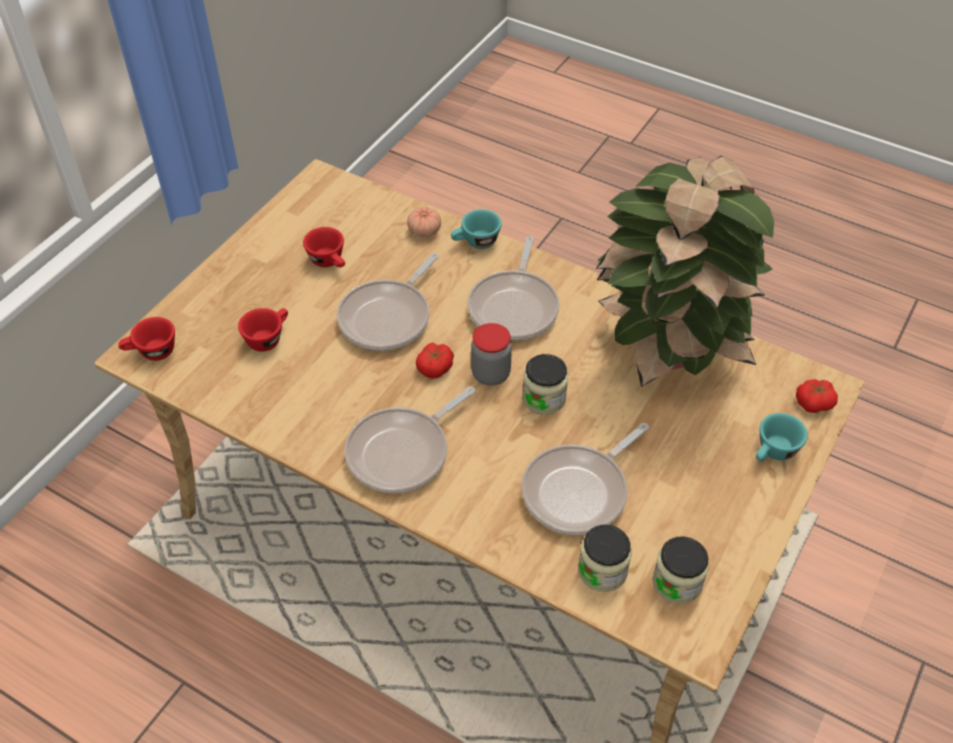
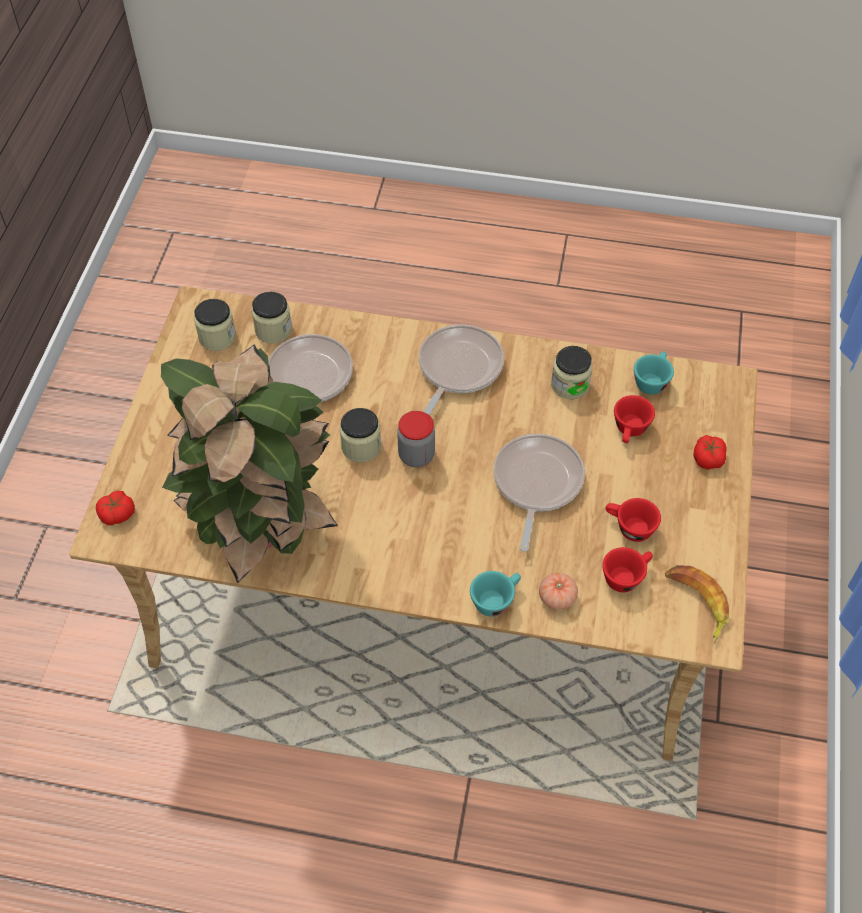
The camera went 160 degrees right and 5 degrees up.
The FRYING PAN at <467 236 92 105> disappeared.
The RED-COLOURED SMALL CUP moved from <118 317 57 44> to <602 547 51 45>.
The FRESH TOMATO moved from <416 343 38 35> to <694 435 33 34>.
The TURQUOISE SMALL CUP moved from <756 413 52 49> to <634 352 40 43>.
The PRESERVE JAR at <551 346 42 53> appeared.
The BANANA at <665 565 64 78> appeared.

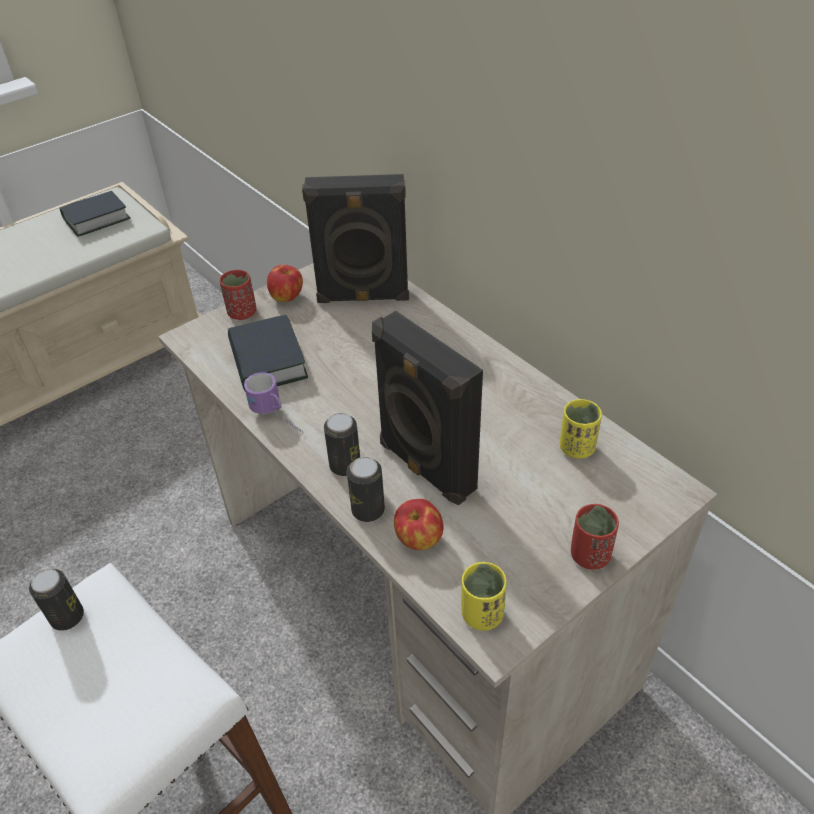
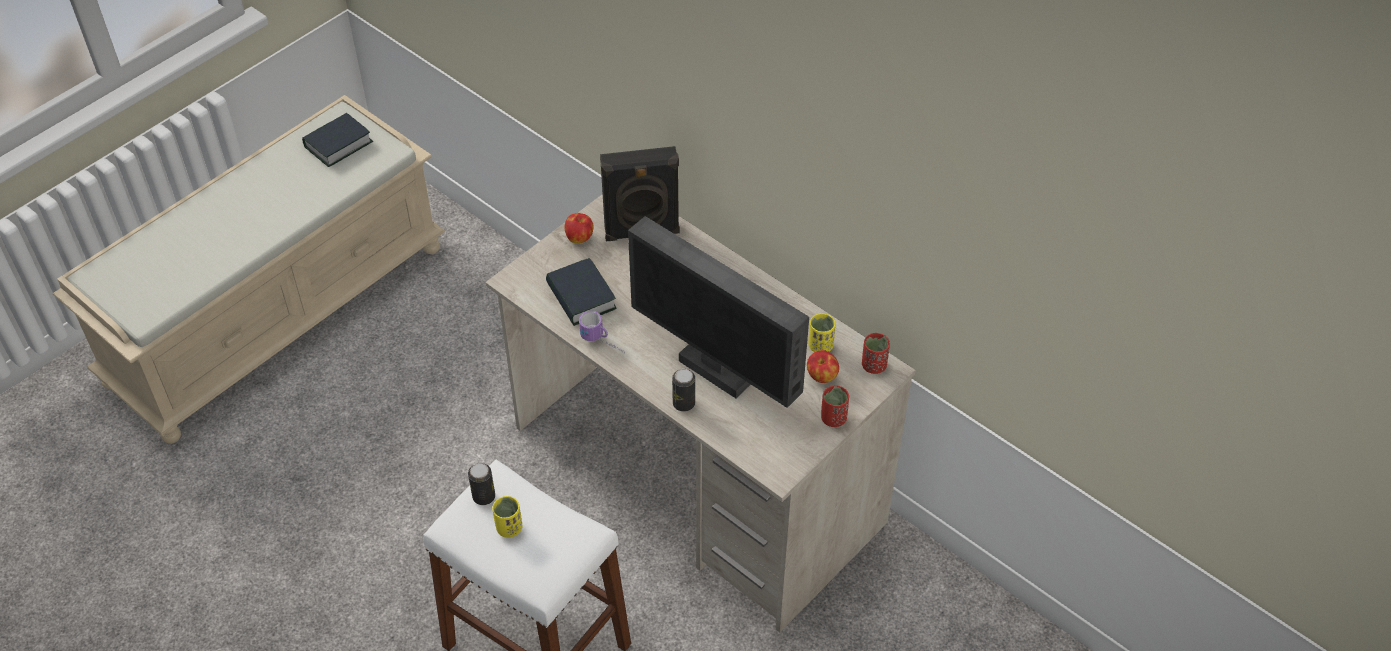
The camera went 10 degrees left and 5 degrees up.
The RED-COLOURED SMALL CUP moved from <219 270 37 50> to <862 333 28 41>.
The BLACKISH SPEAKER at <372 311 111 195> was replaced by the COMPUTER DISPLAY at <628 216 181 192>.
The SEALED CAN at <324 413 36 63> disappeared.
The APPLE moved from <394 499 50 51> to <807 350 32 33>.
The YELLOW-COLOURED SMALL CUP moved from <461 562 46 69> to <492 496 30 42>.

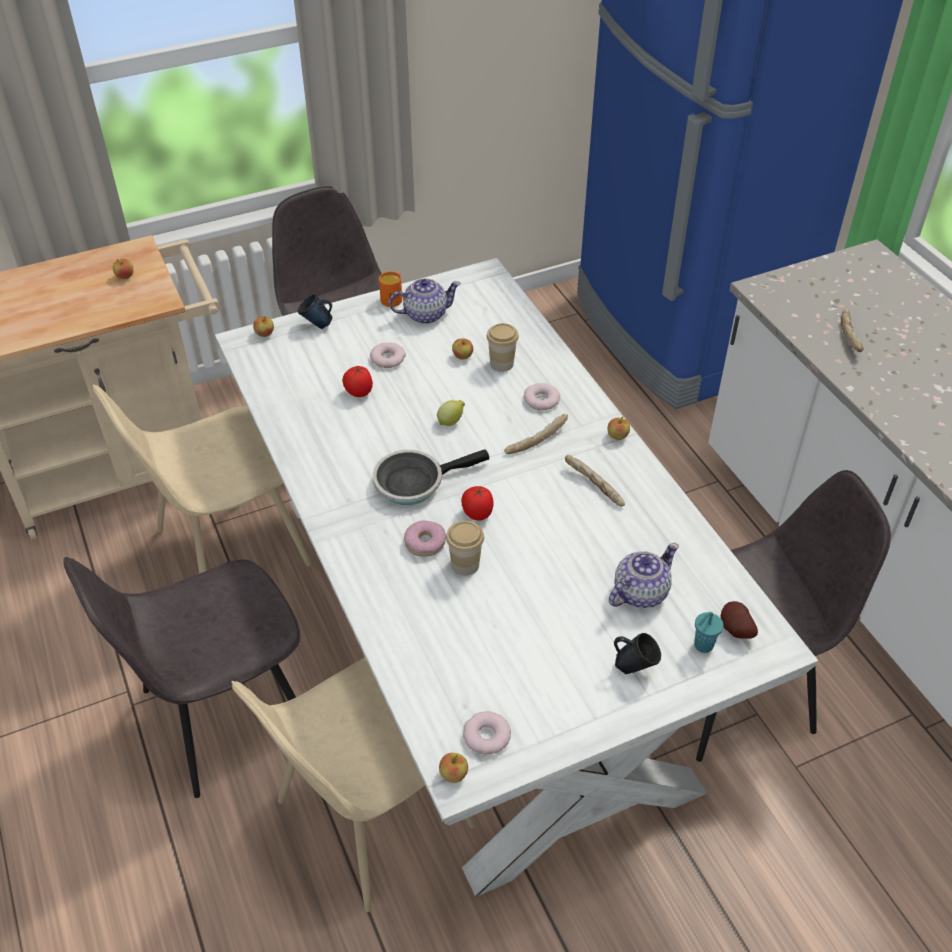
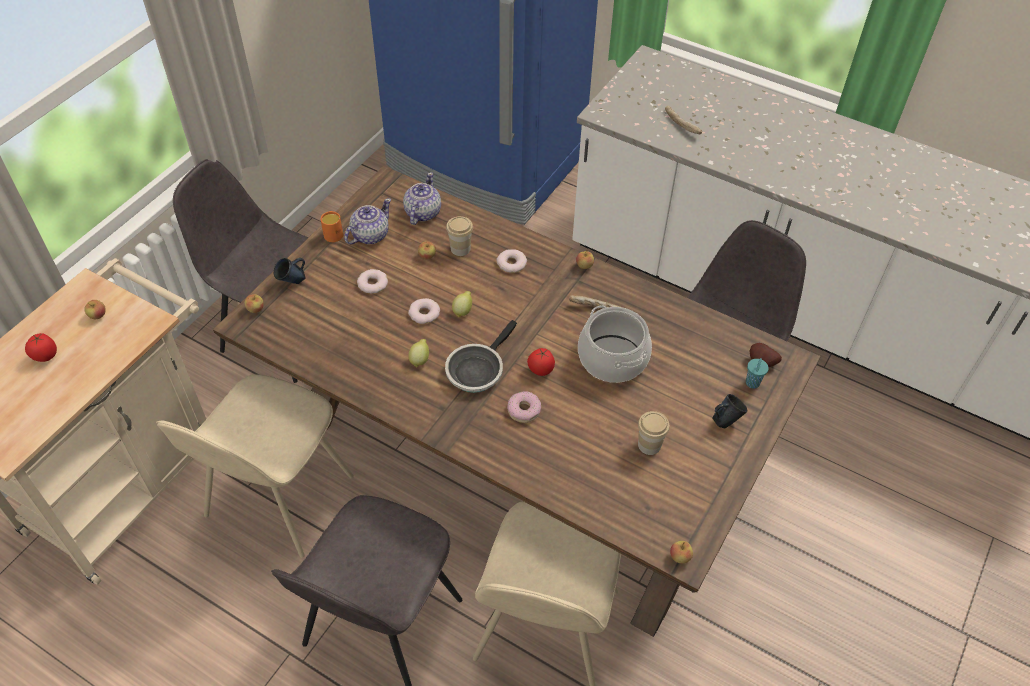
The camera went 35 degrees left and 5 degrees up.
The WHITE DINNER TABLE at <215 258 603 639> became the BROWN DINNER TABLE at <213 166 608 471>.
The FRESH TOMATO moved from <342 366 31 31> to <25 333 32 29>.
The BAKED BREAD at <504 414 64 40> disappeared.
The SMALL CUP moved from <446 521 38 55> to <638 411 32 44>.
The POT FOR TEA moved from <609 543 70 65> to <403 172 38 53>.
The RING DOUGHNUT moved from <463 711 48 43> to <408 298 32 26>.
The COOKING POT at <578 305 74 78> appeared.
The WHOLE LEMON at <408 339 21 29> appeared.

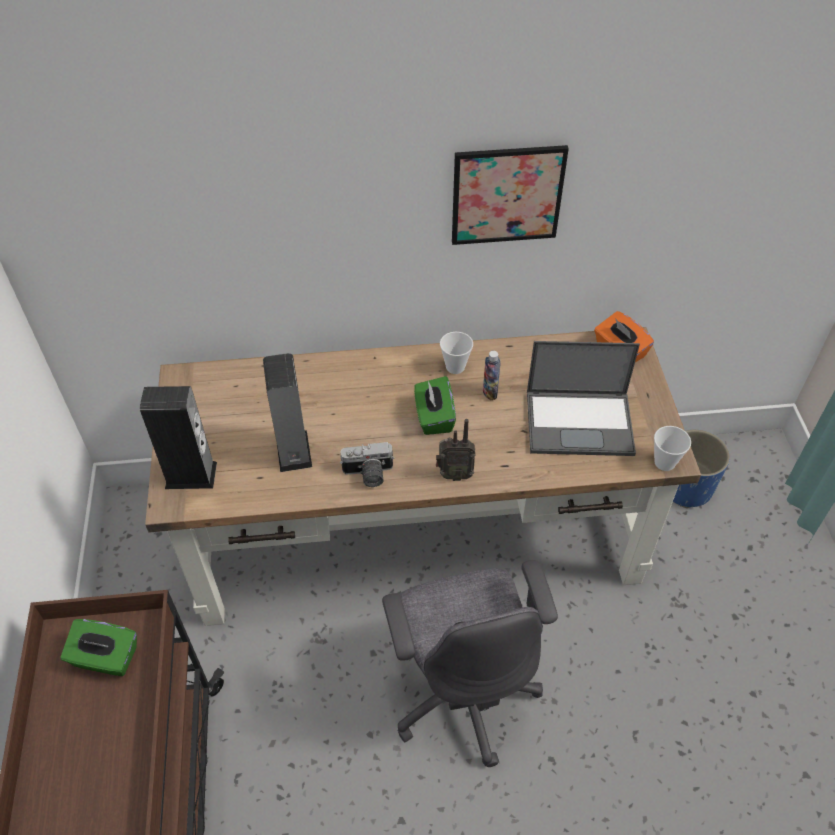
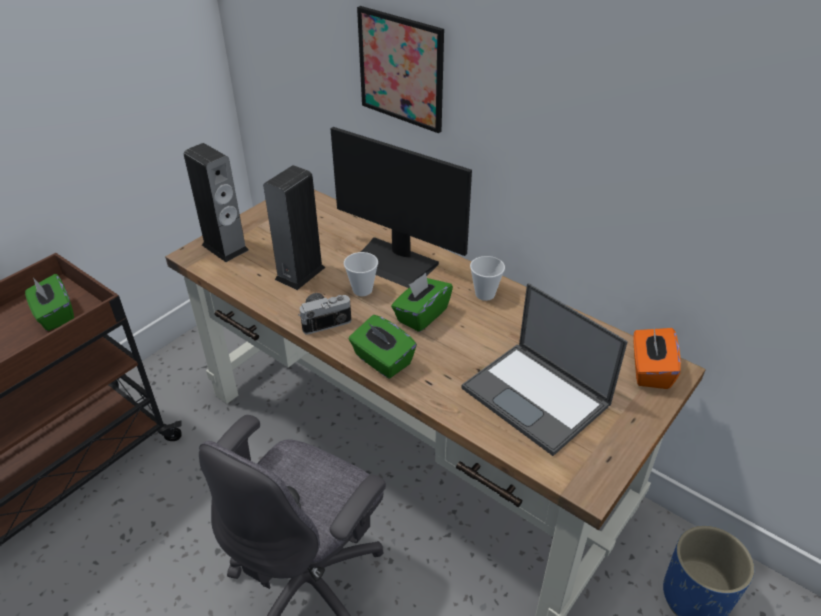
The camera went 45 degrees right and 10 degrees down.
The WALL ART moved from <452 145 117 100> to <357 6 87 127>.
The BEVERAGE BOTTLE at <483 351 17 49> disappeared.
The RADIO SET at <436 419 39 62> was replaced by the GREENISH BOX OF TISSUES at <349 315 68 63>.
The SMALL CUP moved from <654 426 37 45> to <344 252 34 44>.
The PHOTO CAMERA at <340 442 54 45> turned 120 degrees clockwise.
The COMPUTER DISPLAY at <331 127 141 161> appeared.

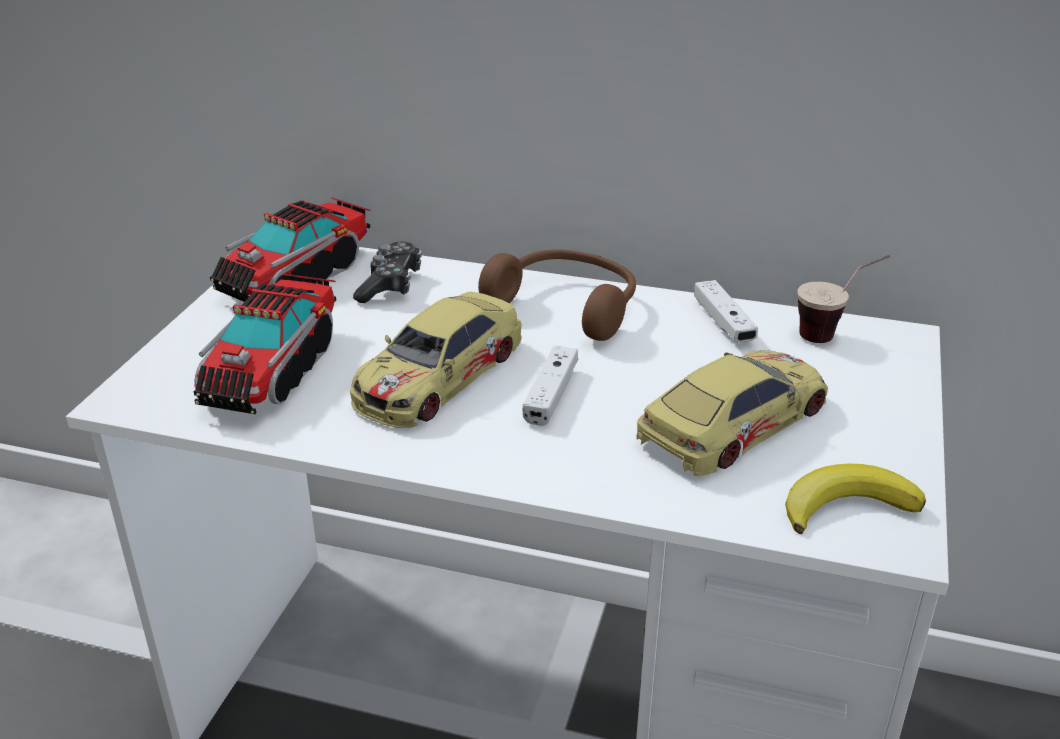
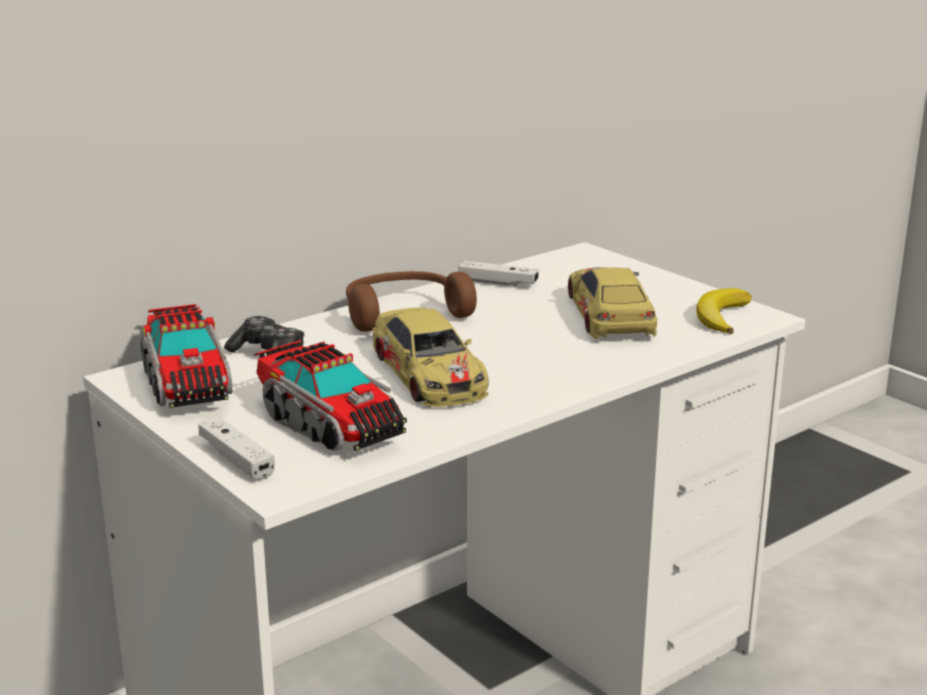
The camera went 55 degrees left and 10 degrees down.
The SMALL CUP at <797 255 93 88> disappeared.
The WHITE JOYPAD moved from <523 346 55 80> to <199 417 76 63>.

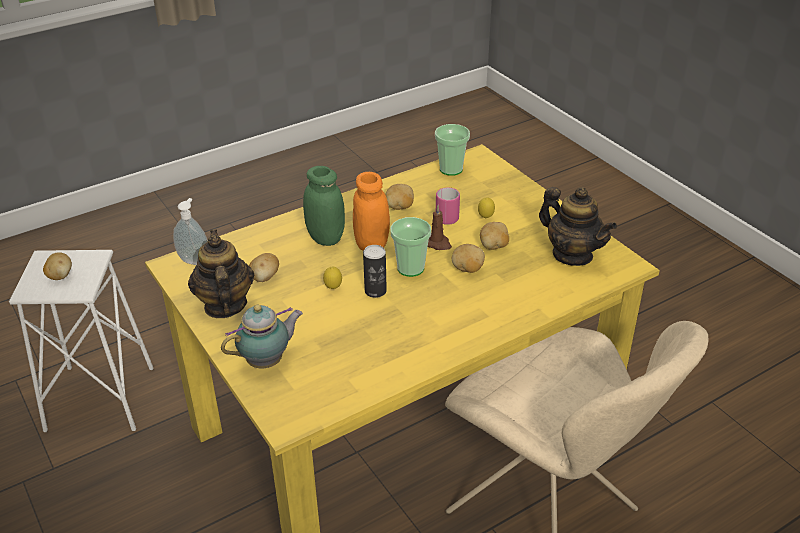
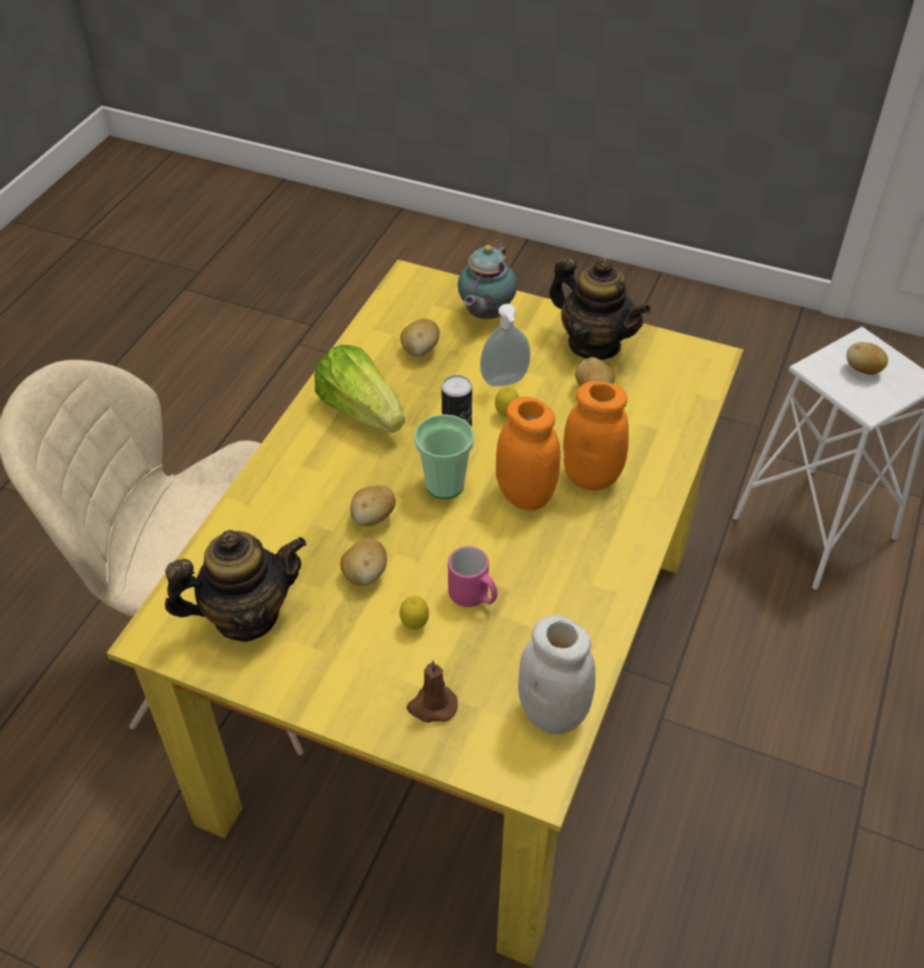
The camera went 145 degrees right and 10 degrees up.
The SMALL CUP at <435 124 35 52> was replaced by the WHITE PRESERVE JAR at <518 615 78 119>.
The GREENISH PRESERVE JAR at <303 166 42 80> became the ORANGEY PRESERVE JAR at <563 381 66 110>.
The WHOLE POTATO moved from <386 184 28 26> to <400 318 40 39>.
The POT FOR TEA at <539 187 78 79> turned 150 degrees clockwise.
The SOAP BOTTLE moved from <173 198 35 67> to <480 304 51 82>.
The BROWN CANDLE moved from <428 205 24 45> to <407 660 51 62>.
The HEAD OF LETTUCE at <314 345 91 88> appeared.

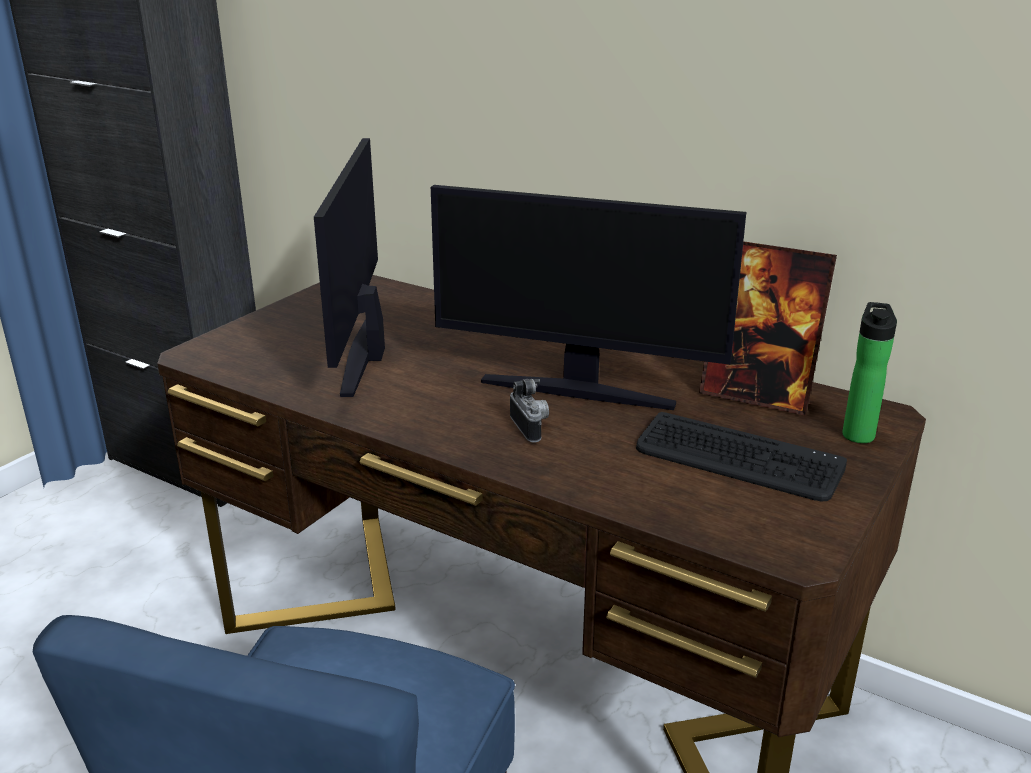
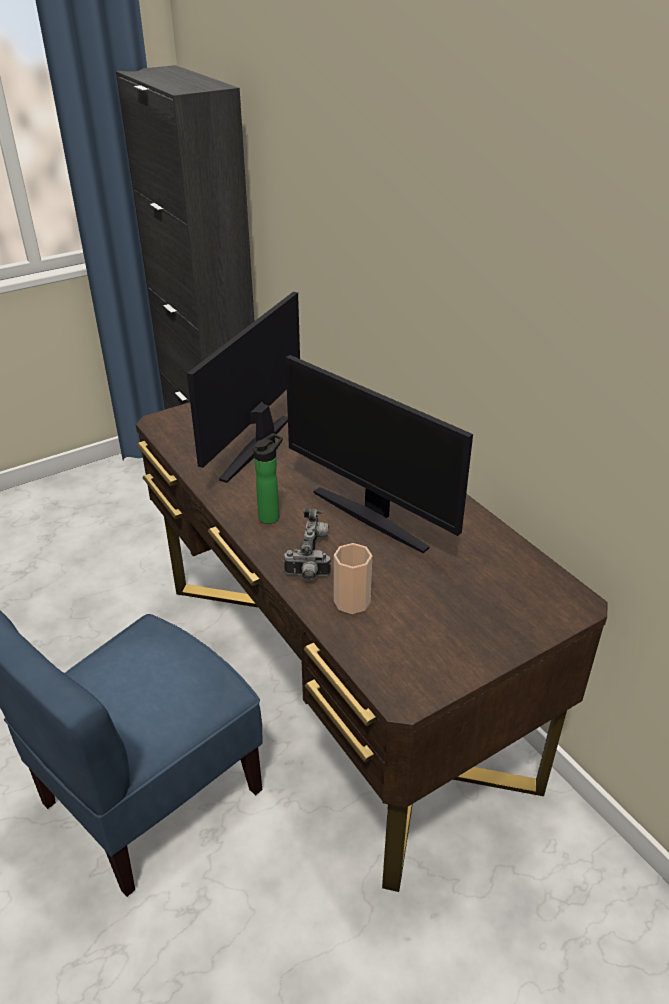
The camera went 25 degrees right and 10 degrees up.
The STANDING FRAME at <699 241 138 174> disappeared.
The BEVERAGE BOTTLE moved from <842 302 55 141> to <253 433 30 91>.
The COMPUTER KEYBOARD at <636 412 211 89> disappeared.
The PHOTO CAMERA at <283 539 48 42> appeared.
The SMALL CUP at <334 543 38 71> appeared.

